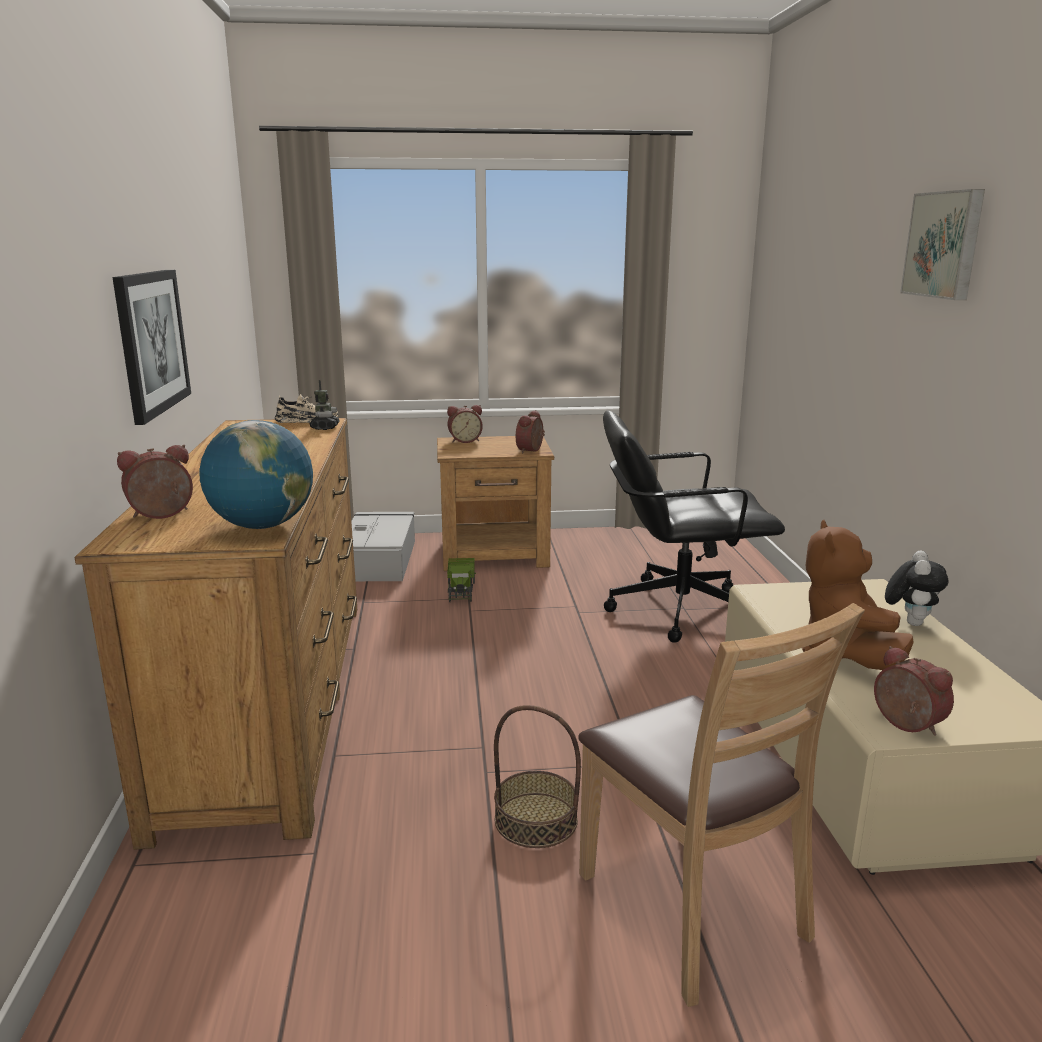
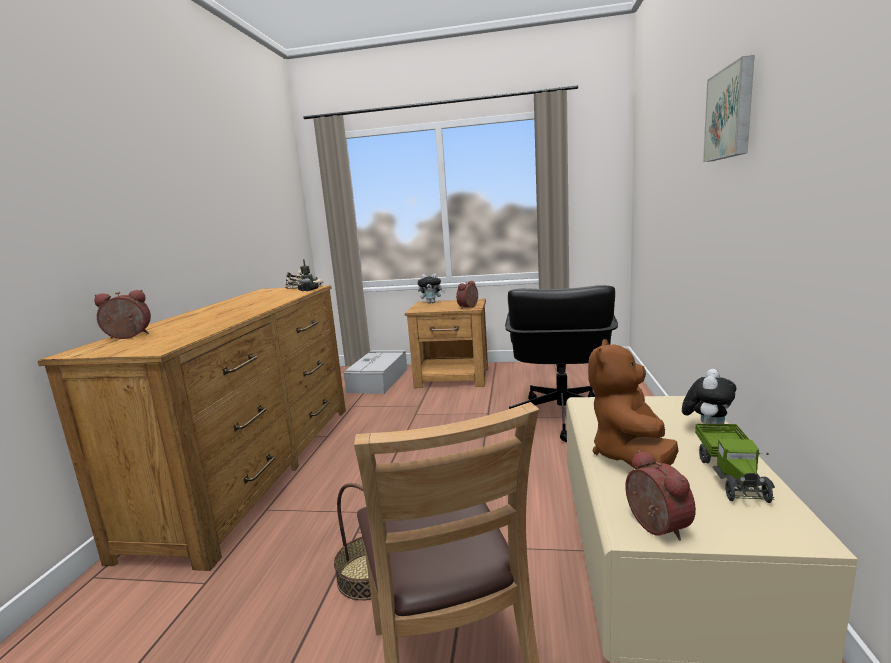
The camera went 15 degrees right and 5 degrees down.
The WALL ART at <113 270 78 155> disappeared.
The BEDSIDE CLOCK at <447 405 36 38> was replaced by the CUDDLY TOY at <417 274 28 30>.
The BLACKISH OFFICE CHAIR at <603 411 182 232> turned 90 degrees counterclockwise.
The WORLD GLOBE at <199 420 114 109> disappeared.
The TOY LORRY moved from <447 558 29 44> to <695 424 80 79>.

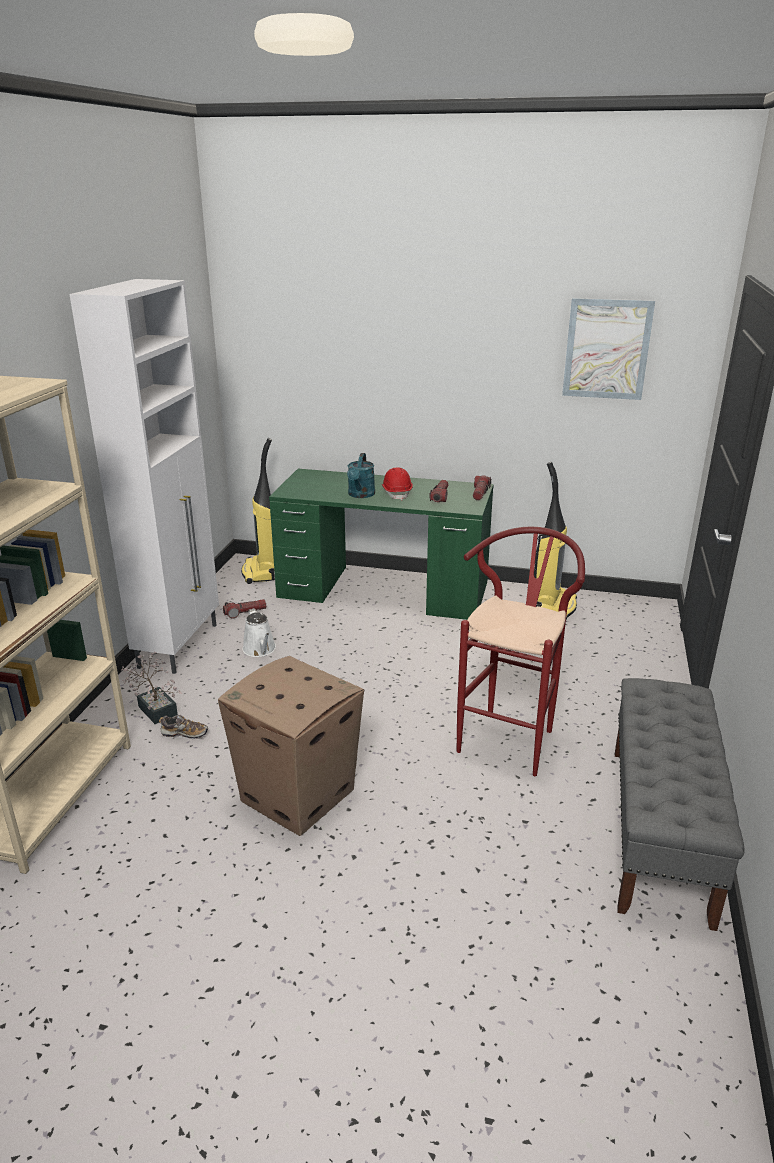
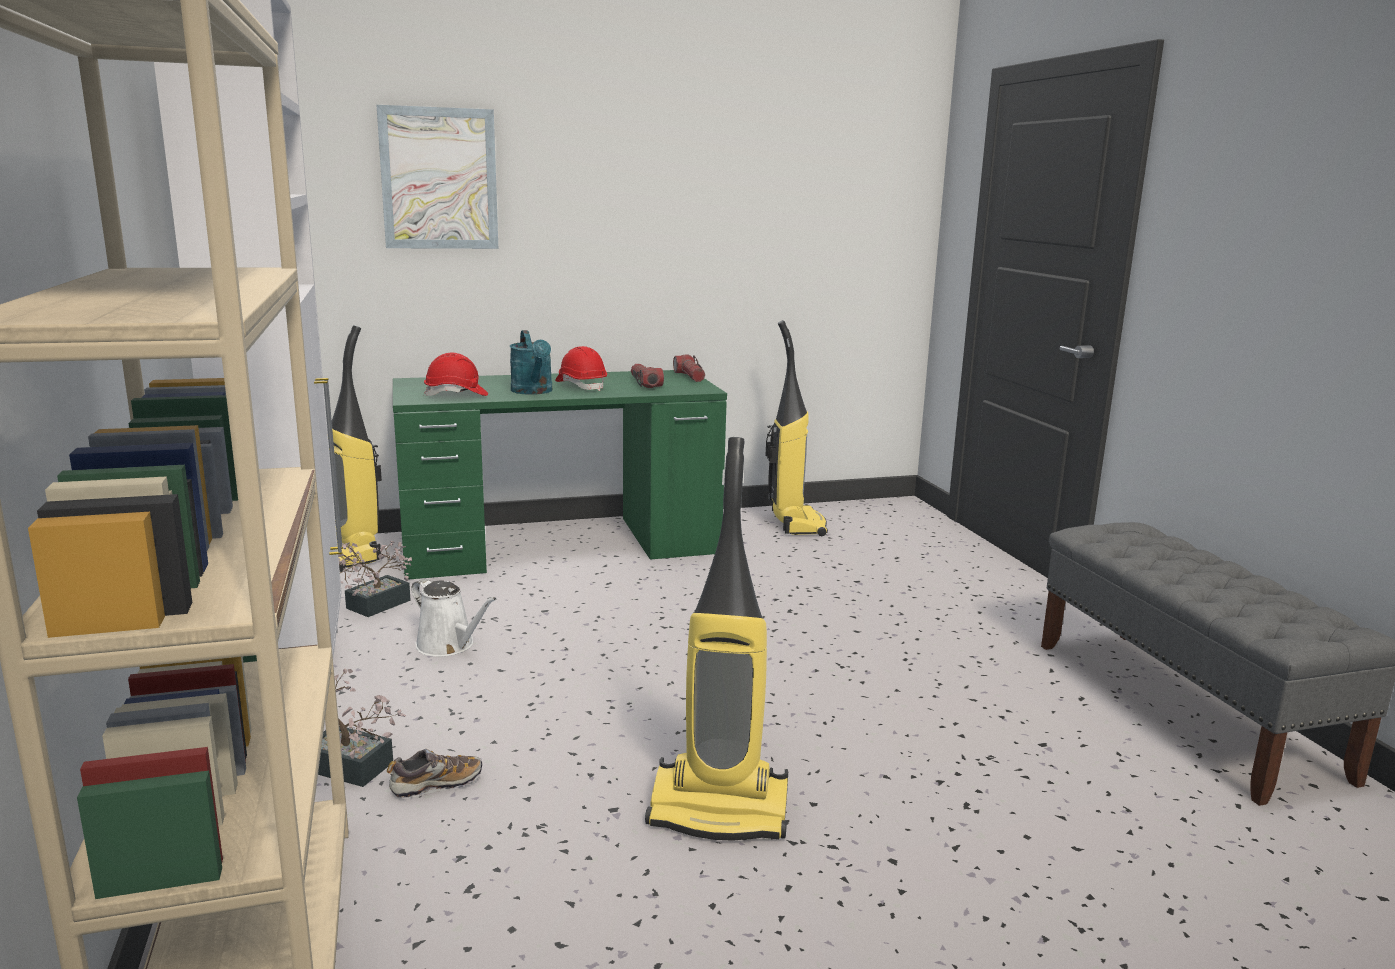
The camera went 30 degrees left and 10 degrees down.
The WALL ART moved from <562 298 93 102> to <377 105 121 144>.
The RED-COLOURED STOOL at <457 527 128 249> disappeared.
The HAND TORCH at <223 599 43 20> was replaced by the POTTED PLANT at <338 541 74 76>.
The CARDBOARD BOX at <218 656 146 180> was replaced by the VACUUM at <645 437 143 404>.
The RED-COLOURED HARD HAT at <424 353 64 43> appeared.

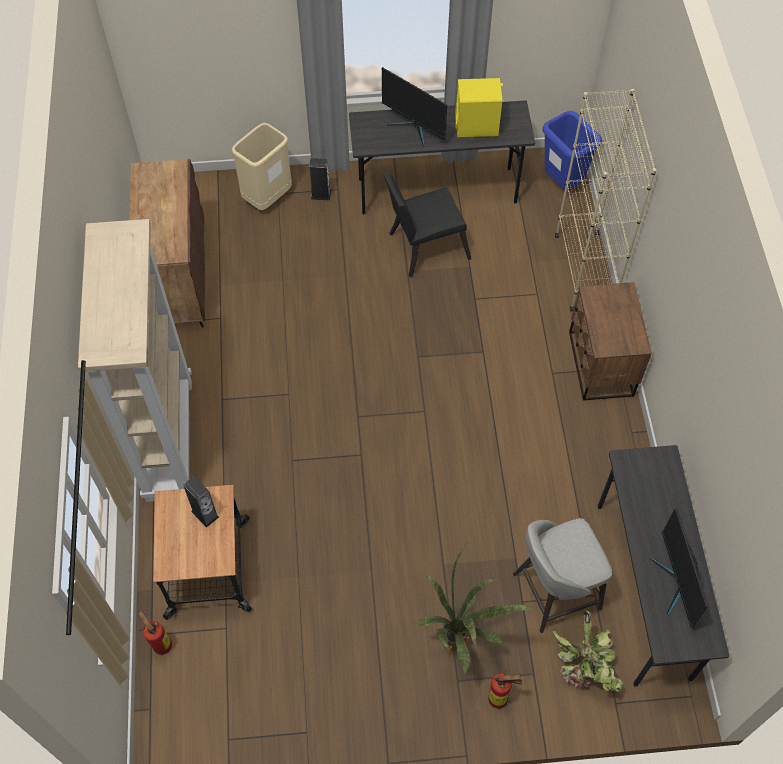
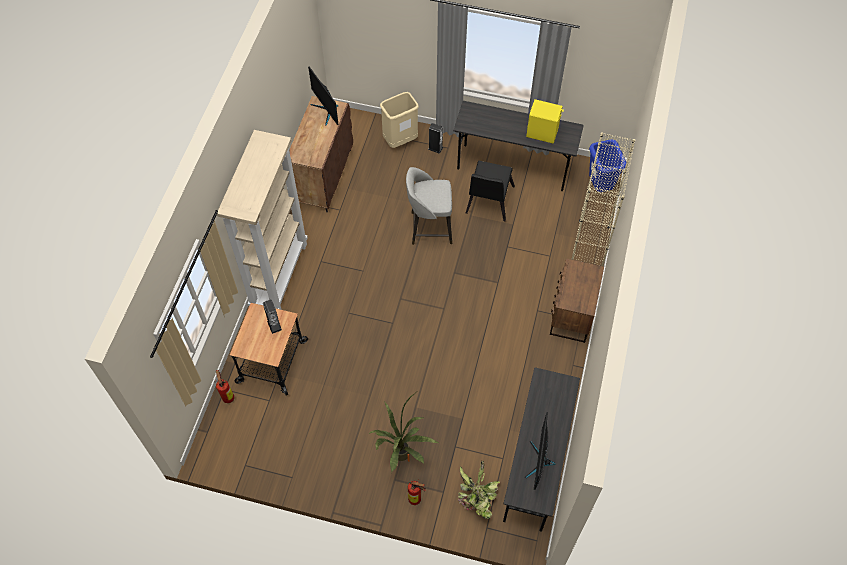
The camera went 20 degrees right and 0 degrees up.
The COMPUTER DISPLAY moved from <382 67 65 80> to <308 67 30 59>.
The BLACKISH CHAIR at <383 172 88 105> turned 75 degrees counterclockwise.
The GREYISH STOOL moved from <513 518 99 115> to <406 167 46 78>.

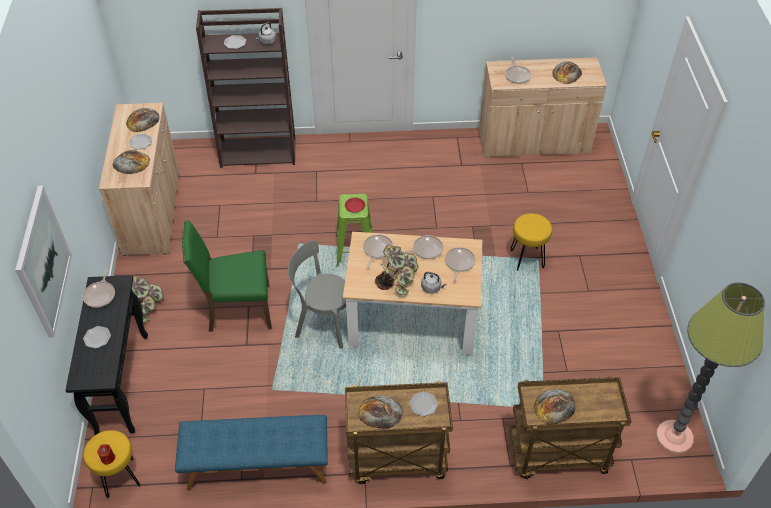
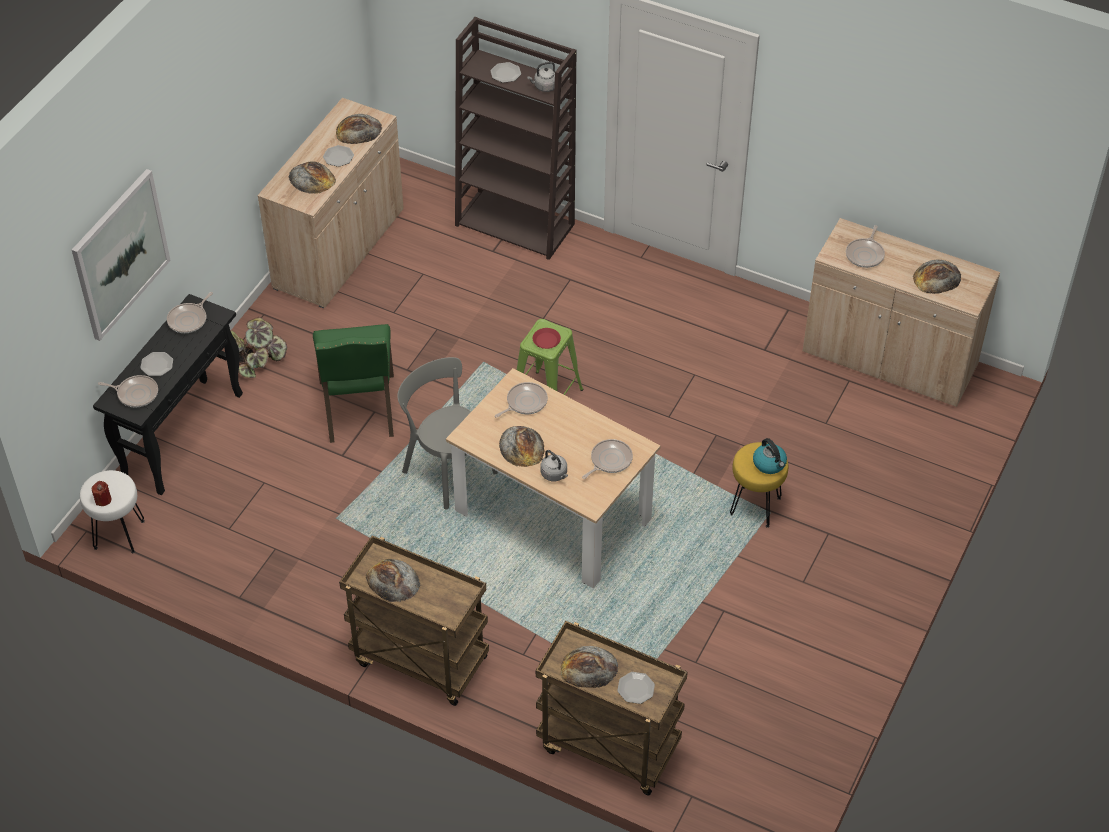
The camera went 30 degrees right and 0 degrees up.
The GREENISH CHAIR at <182 220 90 112> turned 120 degrees counterclockwise.
The FRYING PAN moved from <402 235 41 24> to <98 375 60 32>.
The POTTED PLANT at <375 245 44 50> was replaced by the BAKED BREAD at <499 426 45 41>.
The FLOOR LAMP at <656 282 109 172> disappeared.
The PLATE moved from <409 391 29 26> to <617 672 38 32>.
The BLUE INDOOR BENCH at <175 415 153 76> disappeared.
The YELLOW-COLOURED STOOL at <83 430 58 68> became the WHITE STOOL at <80 470 65 83>.
The TEA KETTLE at <753 438 34 36> appeared.

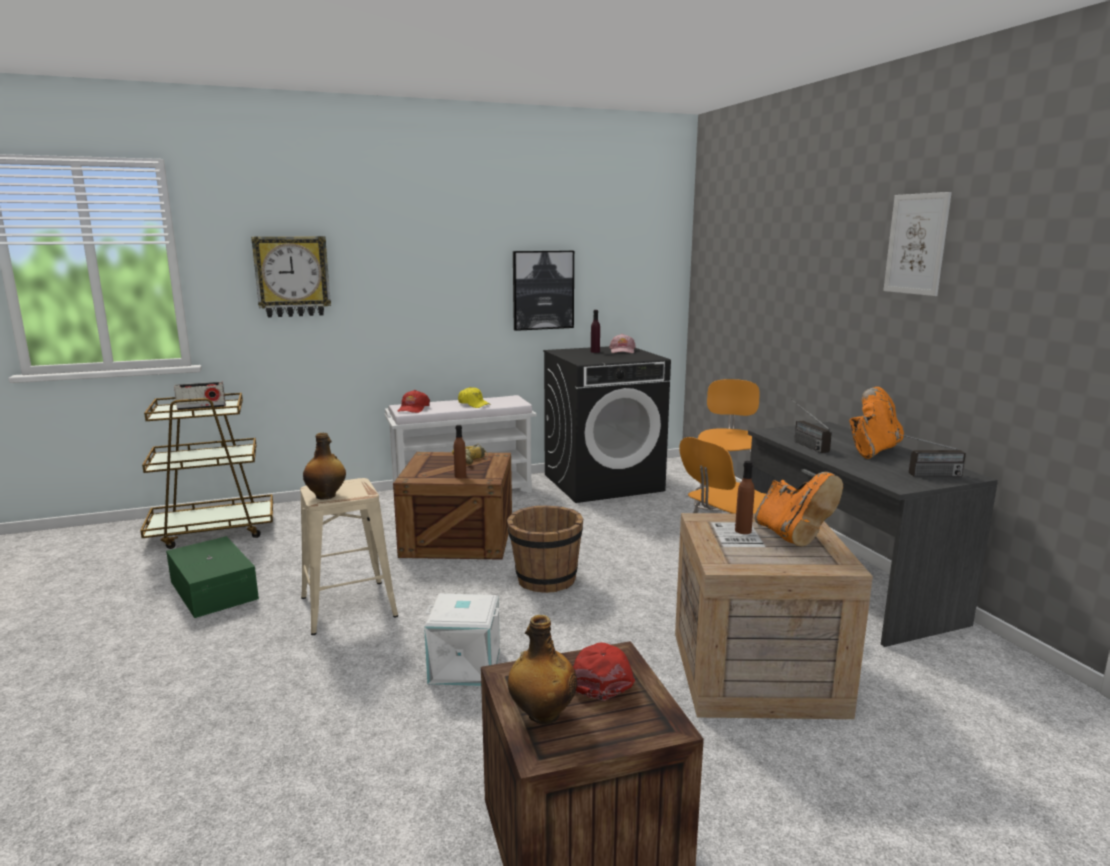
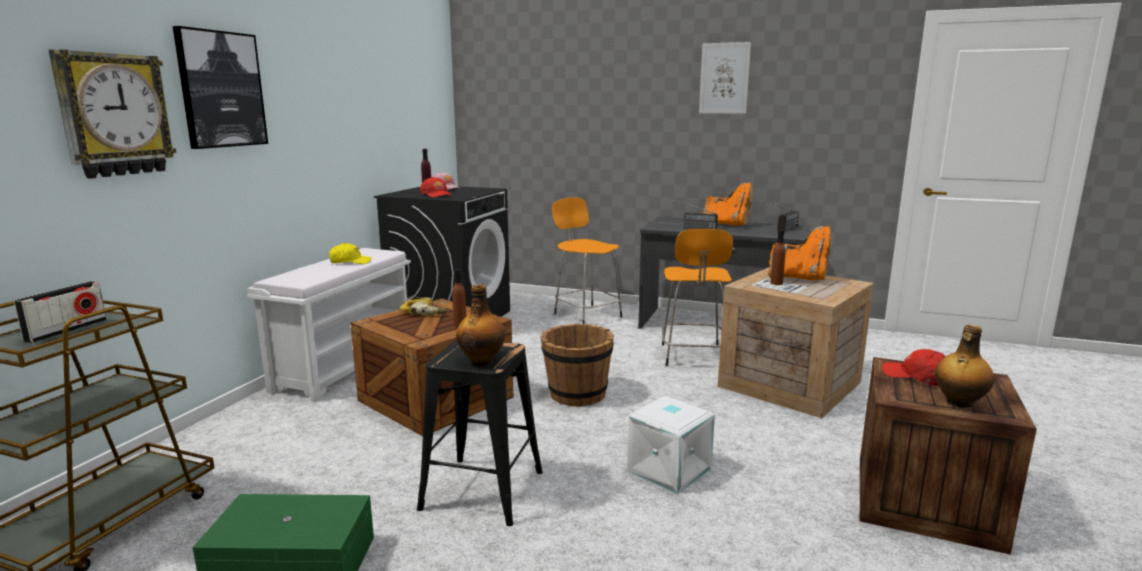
The camera went 50 degrees left and 0 degrees up.
The WALL ART moved from <513 251 61 80> to <173 26 95 123>.
The ORANGEY HIGH-TOP BOOT at <849 387 55 72> turned 120 degrees clockwise.
The RED-COLOURED BASEBALL CAP moved from <397 390 33 23> to <420 177 33 20>.
The SAND-COLOURED STOOL at <300 478 98 157> became the BLACKISH STOOL at <417 340 126 186>.

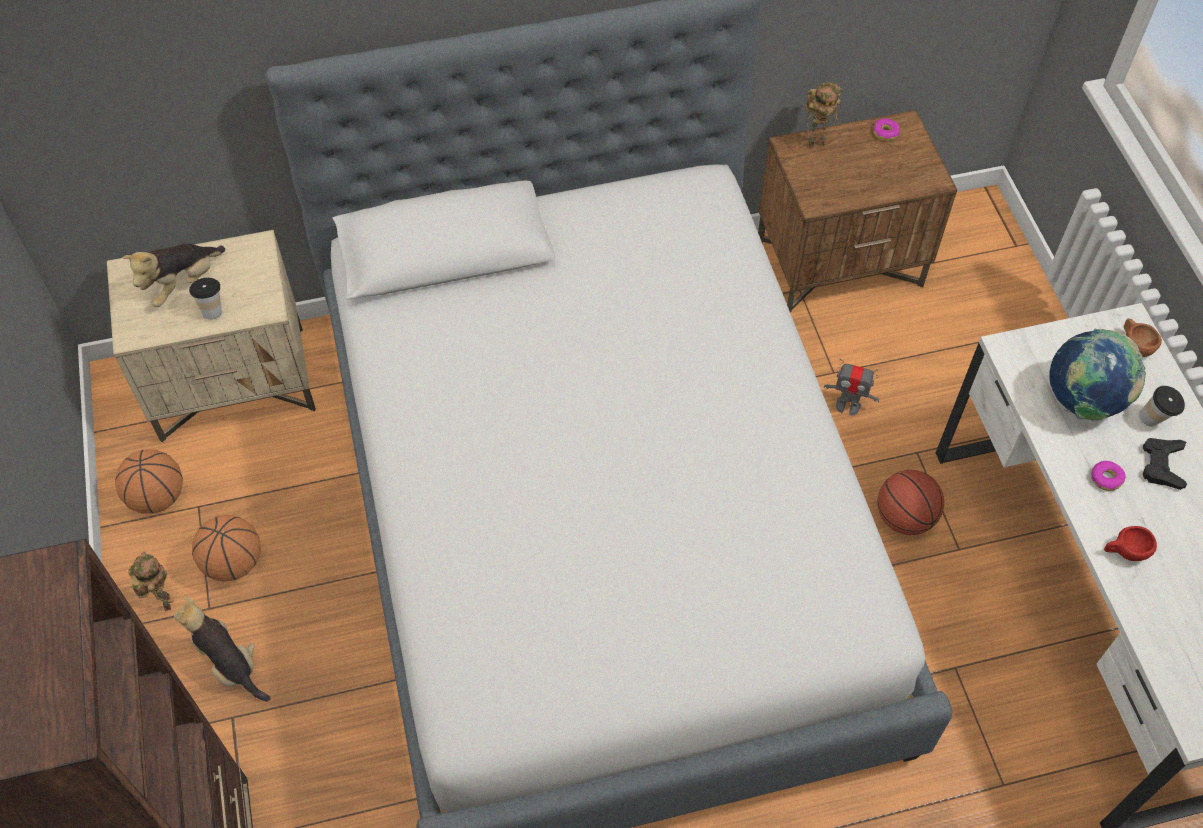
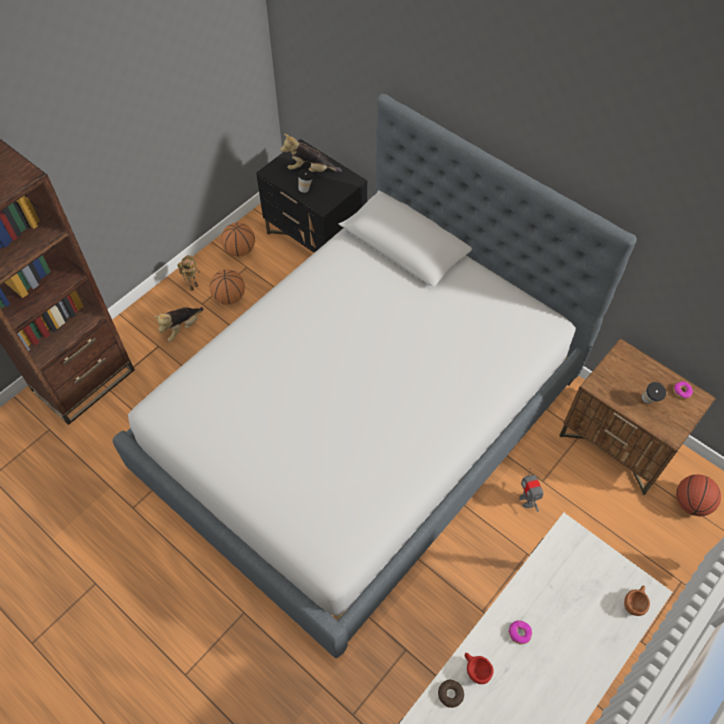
The camera went 55 degrees right and 0 degrees up.
The MODEL ROBOT at <806 82 37 67> disappeared.
The SAND-COLOURED NIGHT TABLE at <107 230 209 213> became the BLACKISH NIGHT TABLE at <256 139 112 114>.
The WORLD GLOBE at <1049 328 97 93> disappeared.
The SMALL CUP moved from <1139 386 46 41> to <642 382 24 22>.
The BLACKISH JOYPAD at <1143 438 44 52> disappeared.
The BALL FOR BASKETBALL moved from <877 470 67 65> to <676 474 45 42>.
The CUDDLY TOY at <173 597 98 104> turned 150 degrees counterclockwise.
The RING DOUGHNUT at <438 680 26 28> appeared.

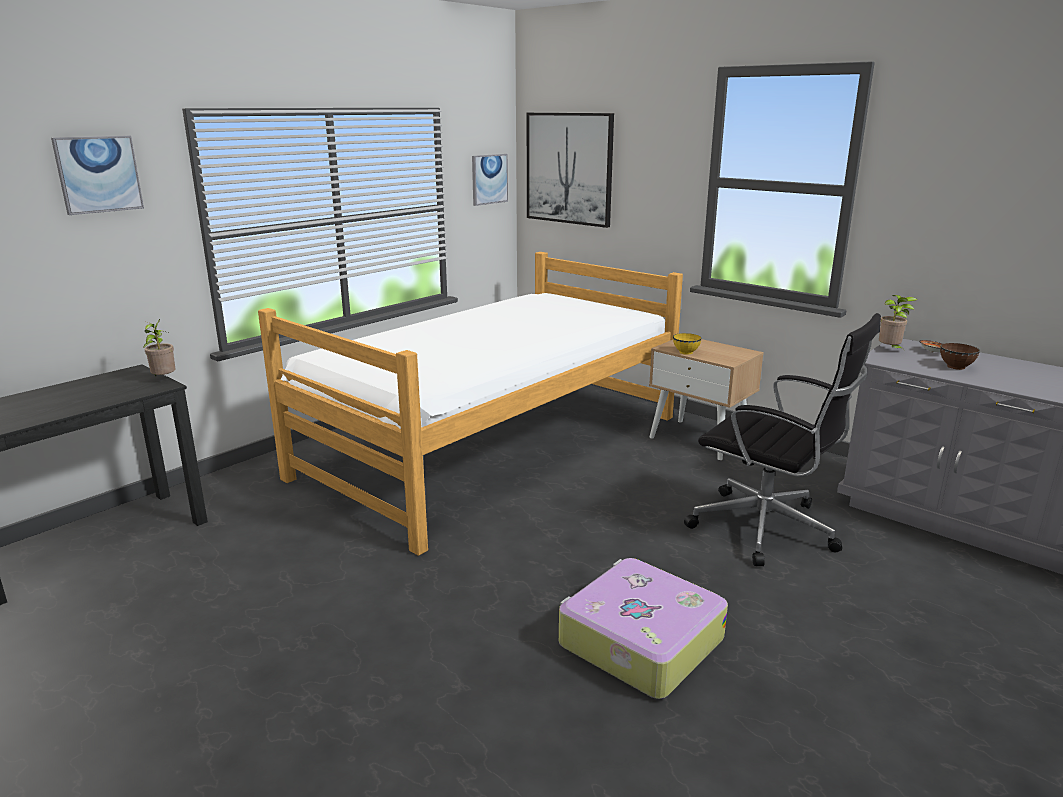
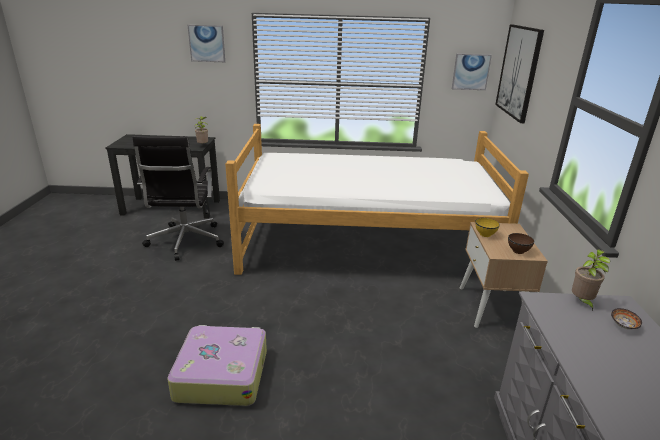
The camera went 50 degrees right and 5 degrees up.
The BLACKISH OFFICE CHAIR moved from <684 313 197 253> to <133 135 91 126>.
The BROWN SERVING BOWL moved from <940 343 40 27> to <508 233 26 21>.

